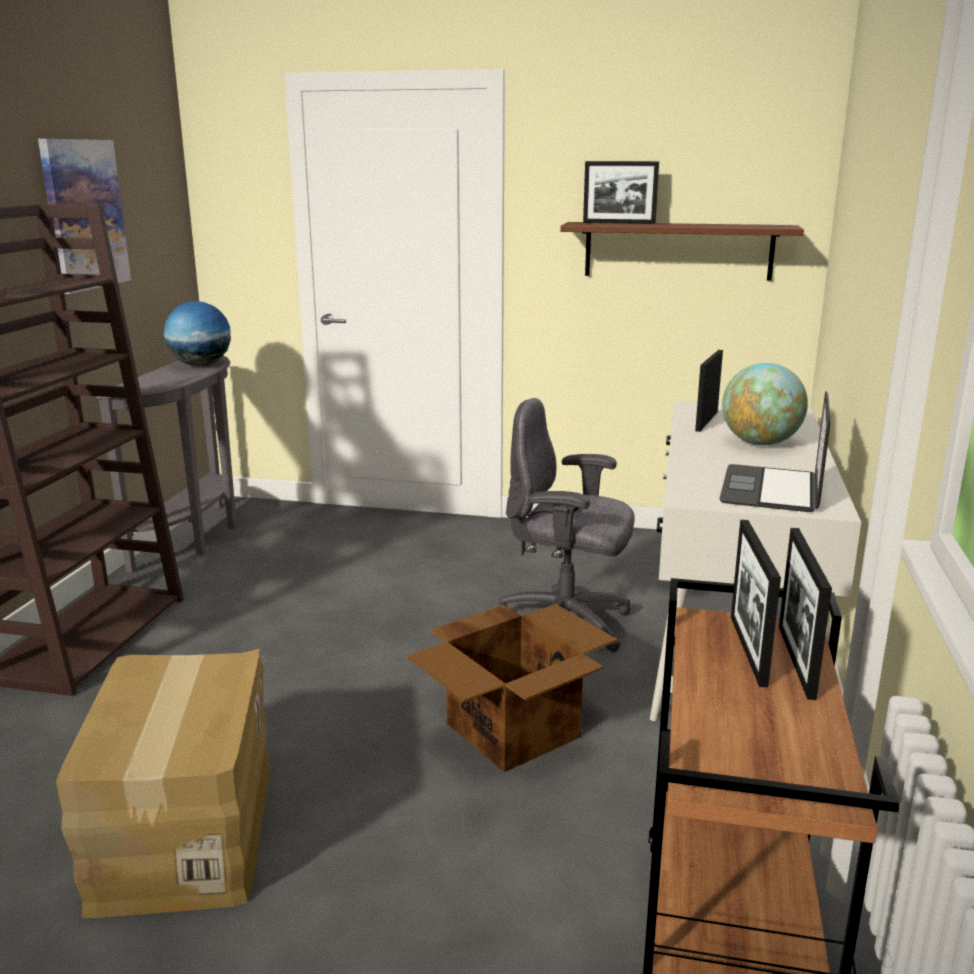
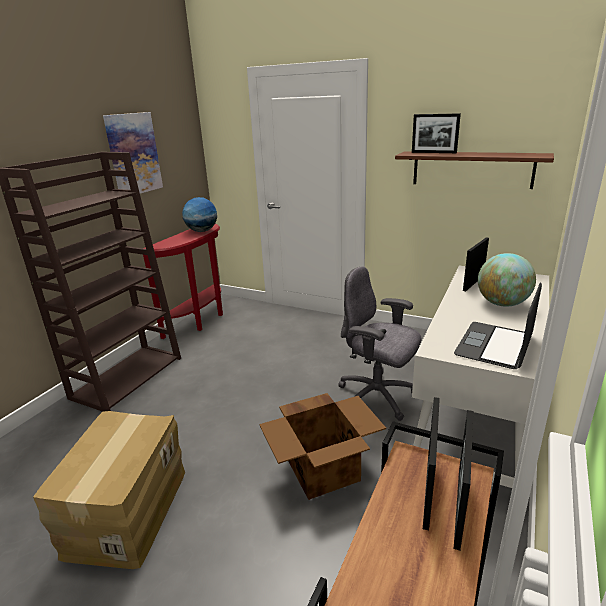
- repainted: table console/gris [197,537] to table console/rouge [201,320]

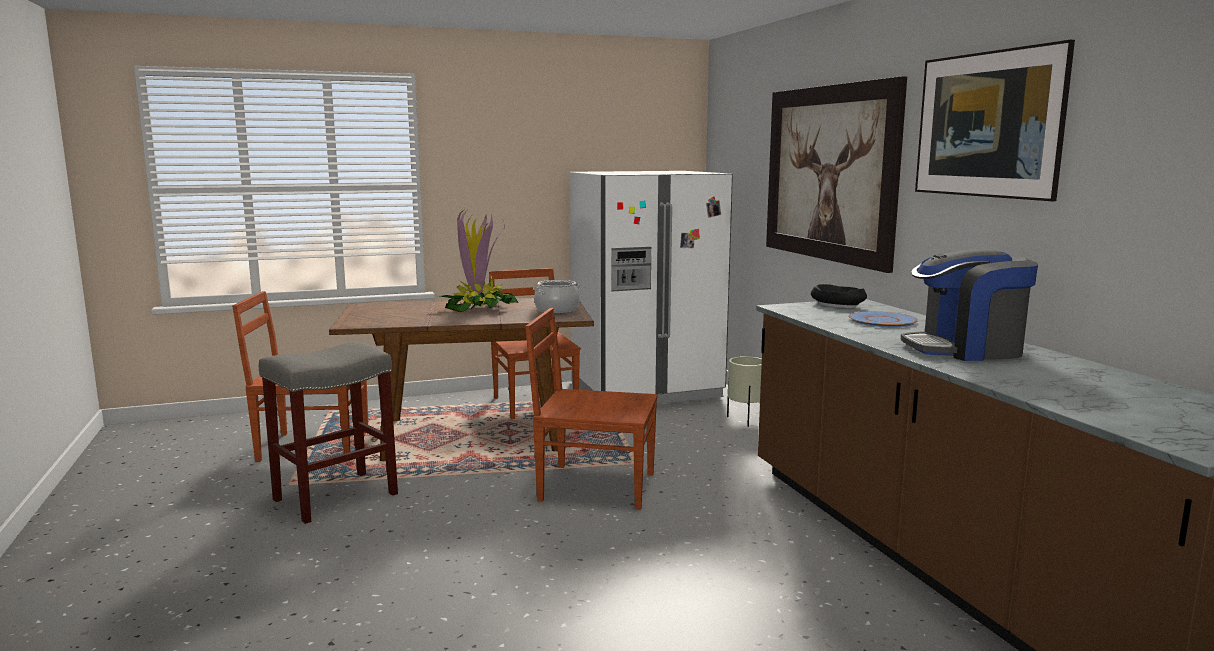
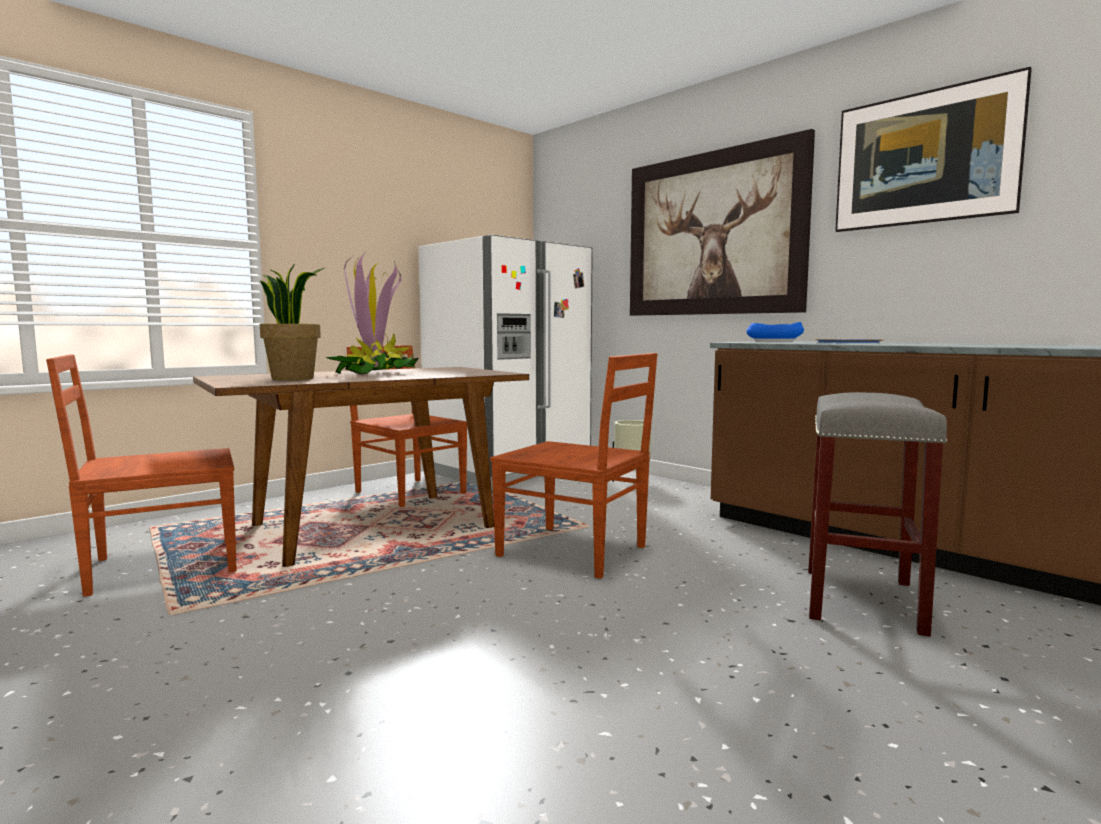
- gone: machine à café [965,349]
- gone: marmite [557,310]
- repainted: bol/noir [838,305] to bol/bleu [774,341]
- rotated: chaise/marron [594,486] = [575,552] 135 degrees counterclockwise
- shifted: tabouret/gris [337,496] to [860,599]
- new: plante en pot [293,378]

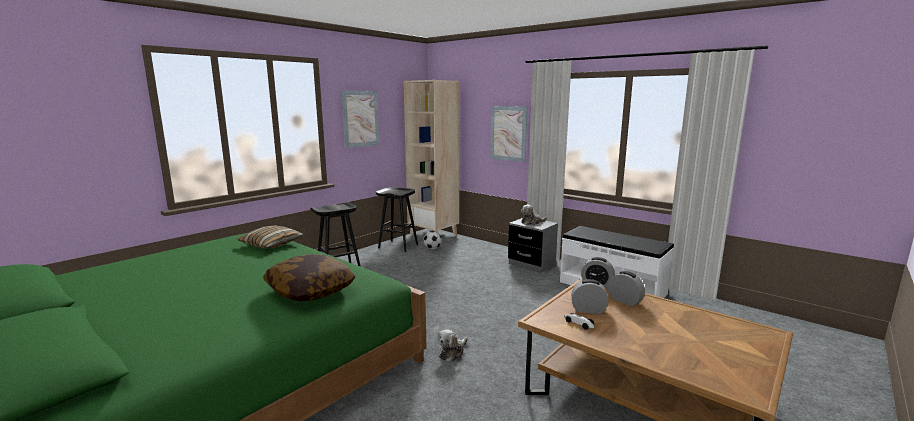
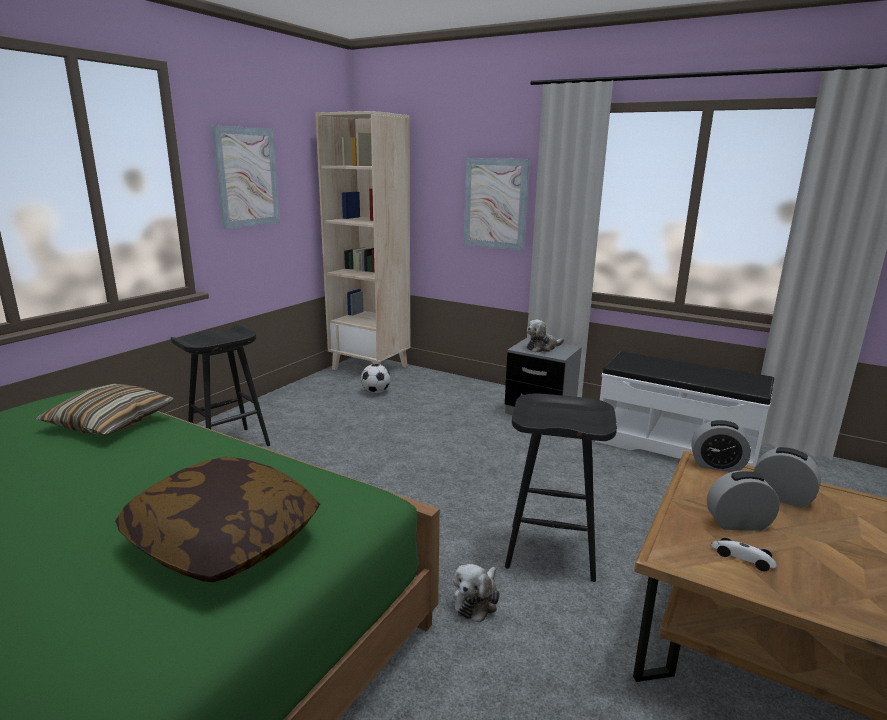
- shifted: tabouret/noir [399,246] to [552,551]

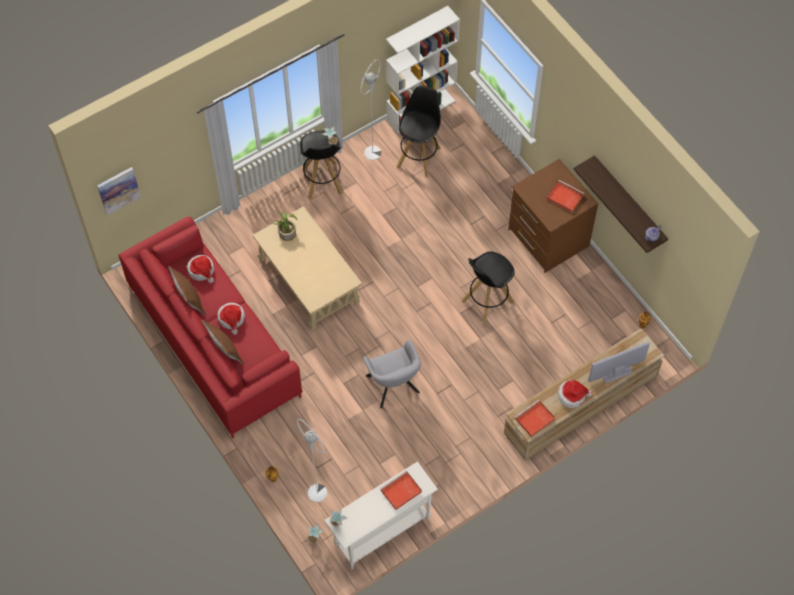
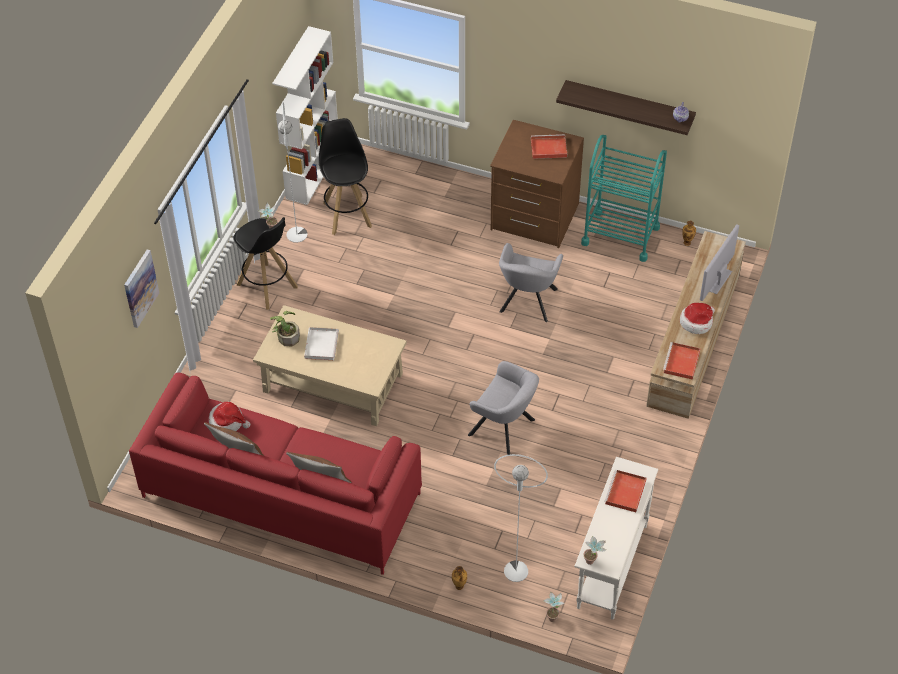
- shifted: tableau [118,190] to [140,288]
- swapped: tabouret/noir [487,302] to fauteuil/gris [527,303]
- gone: chapeau [231,319]
- new: chariot/turquoise [620,235]
- new: plateau/blanc [321,344]

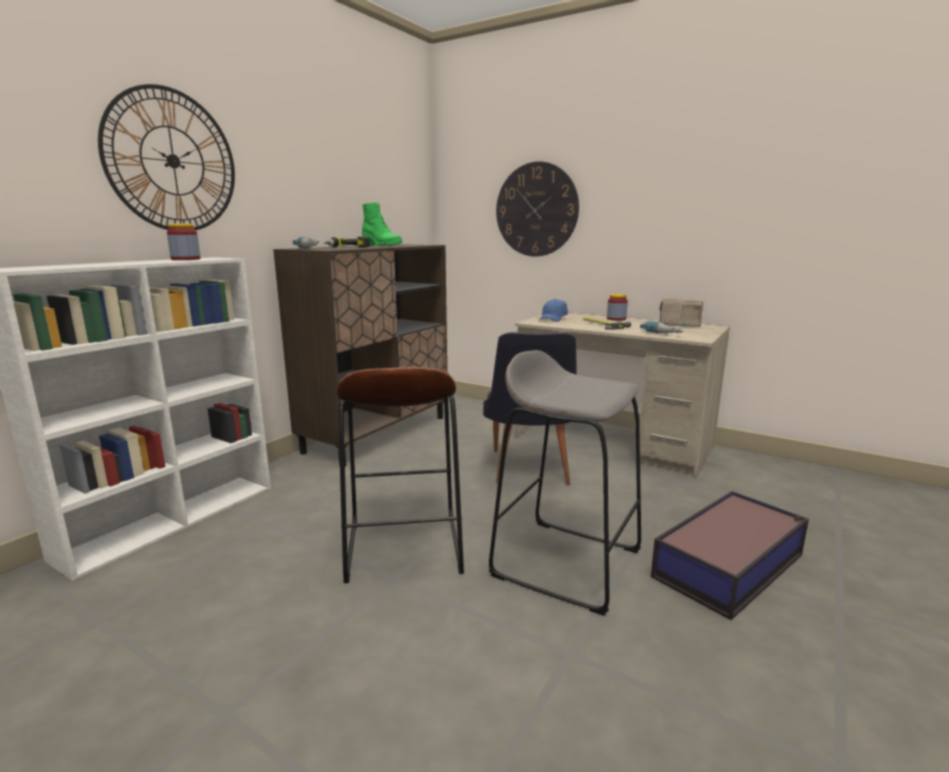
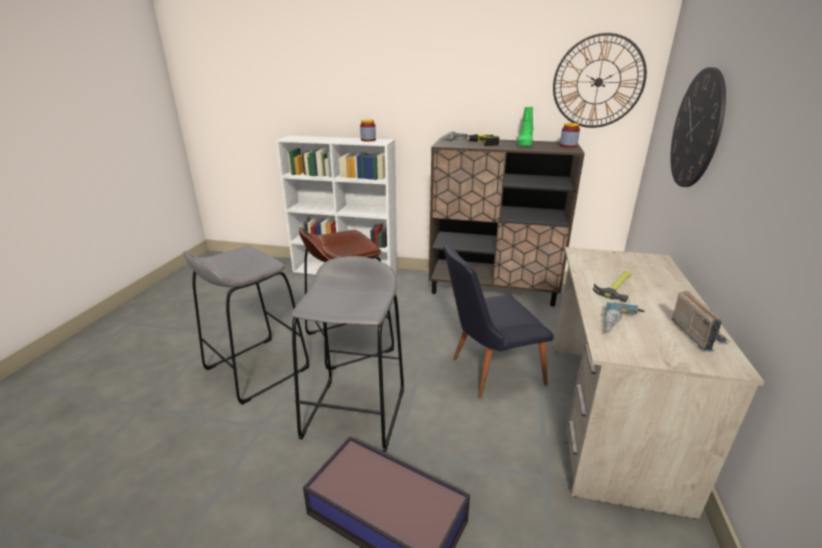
- shifted: horloge murale [173,161] to [598,82]
- shifted: bocal [616,319] to [568,146]
- gone: casquette/bleu [553,319]
- new: tabouret/gris [256,368]

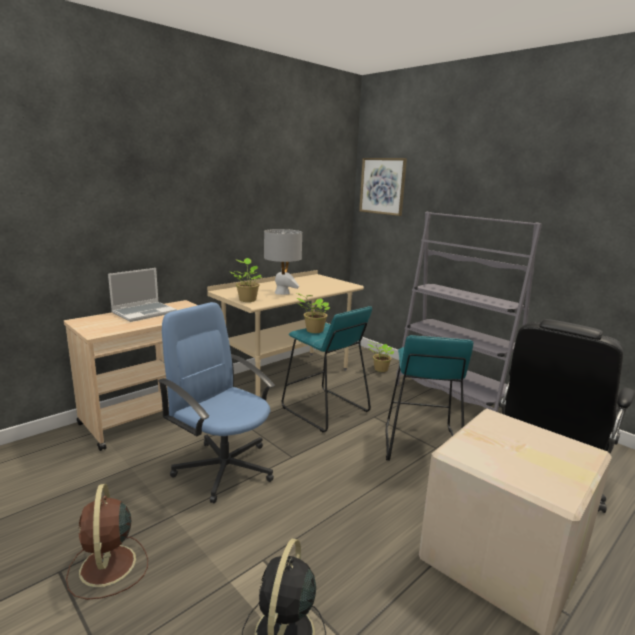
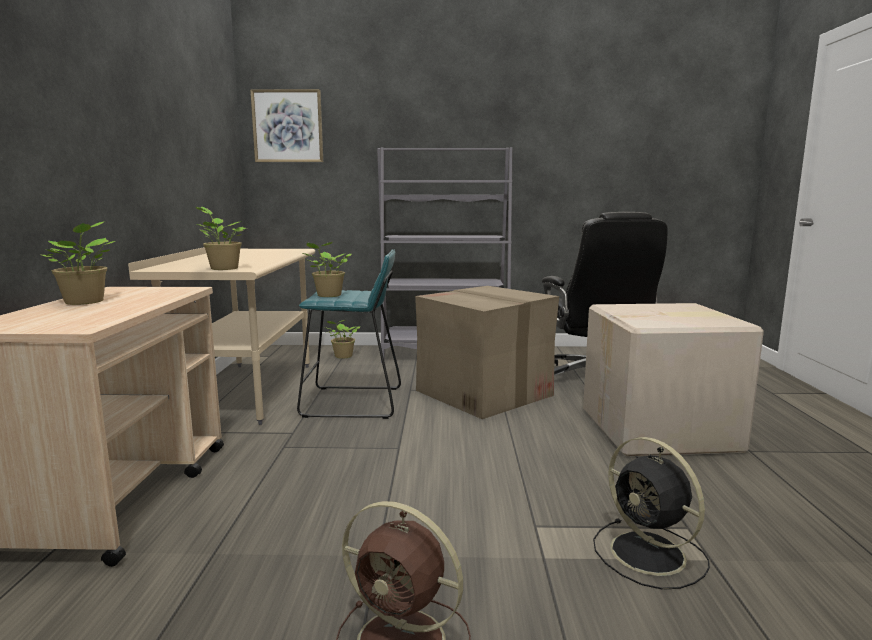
- gone: lampe de table/gris [282,293]
- swapped: ordinateur portable [144,312] to plante en pot [85,302]
- gone: chaise de bureau/bleu [224,467]
- swapped: tabouret/turquoise [420,444] to carton [484,393]

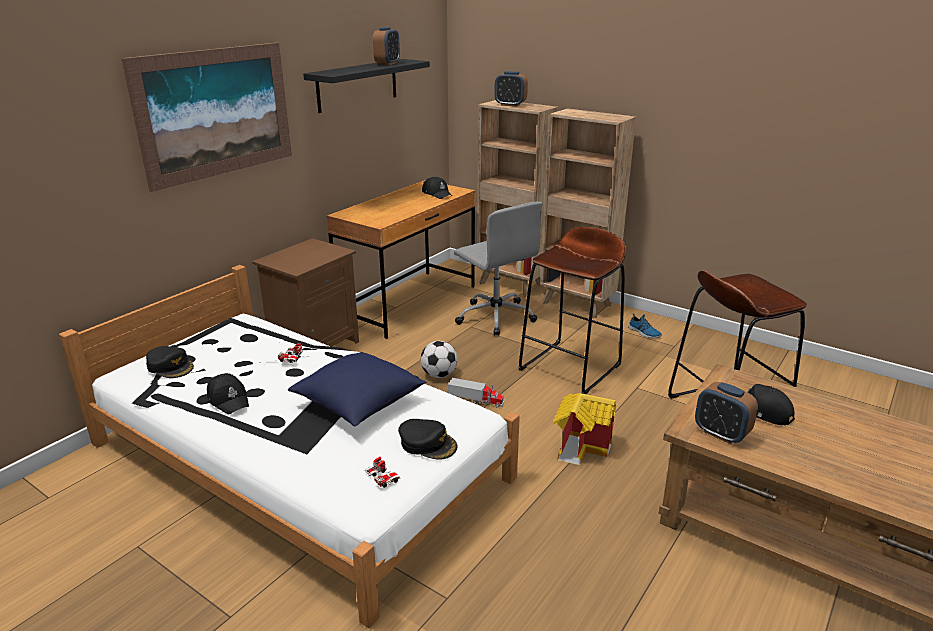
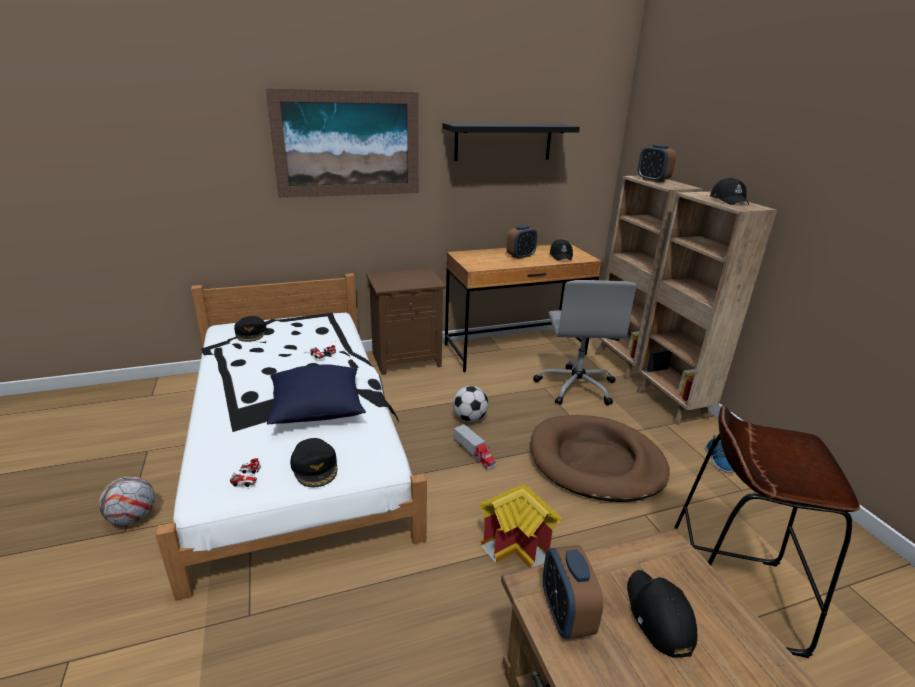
- shifted: réveil [387,63] to [520,256]
- swapped: tabouret/marron [570,367] to panier pour chien/marron [596,462]
- shifted: casquette/noir [229,399] to [729,200]
- new: ballon de foot [133,518]

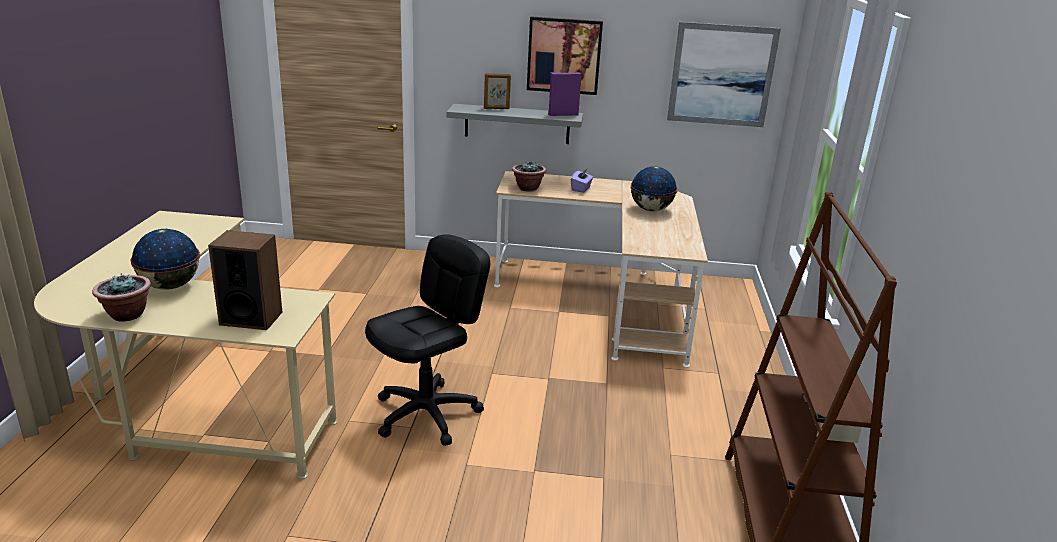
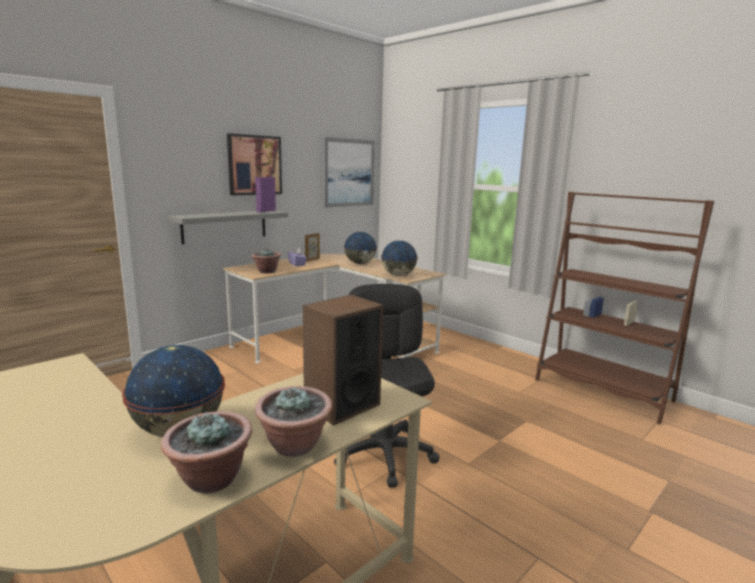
- shifted: cadre photo [496,108] to [312,260]
- new: globe [398,275]
- new: plante en pot [295,446]

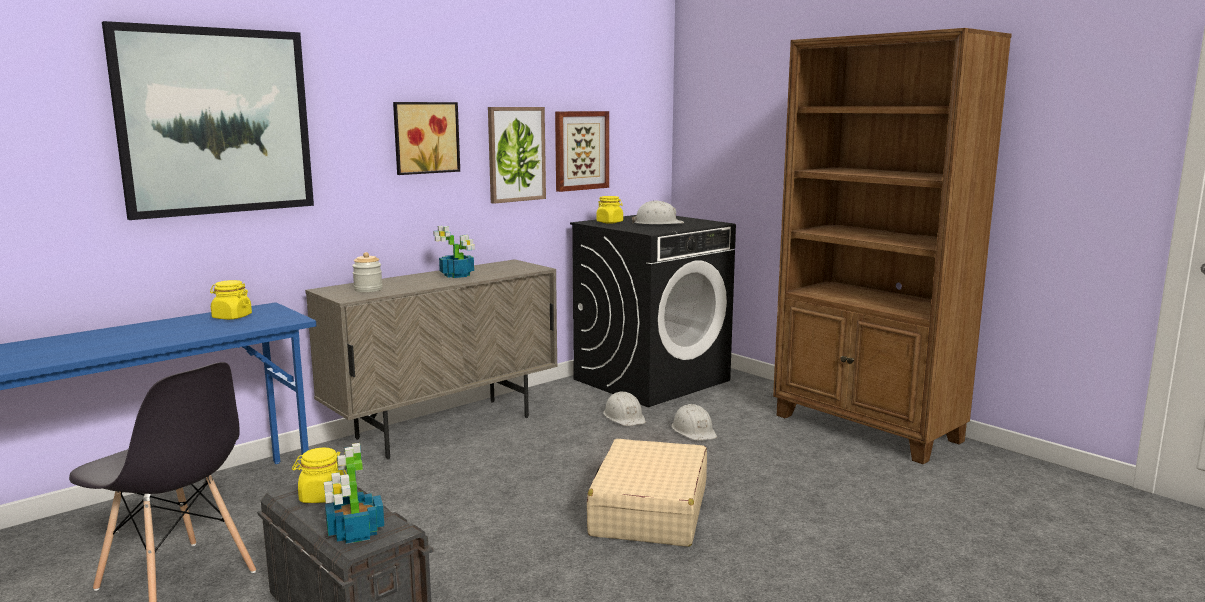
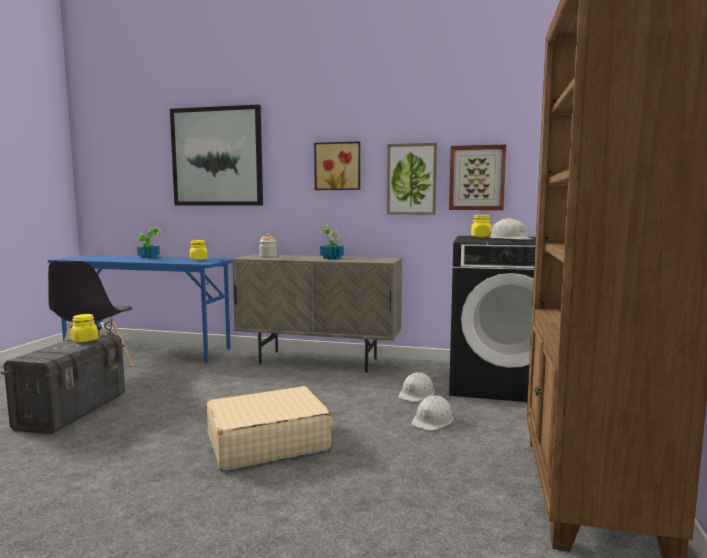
- shifted: plante en pot [355,533] to [148,257]

